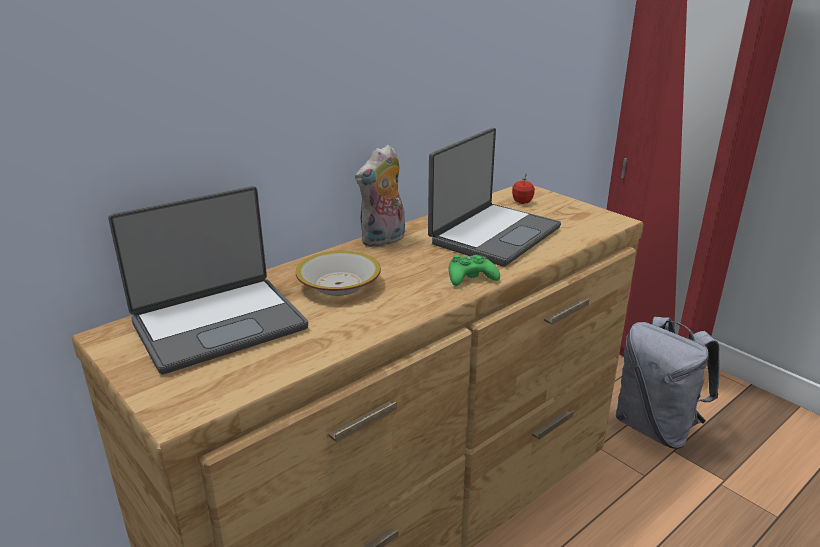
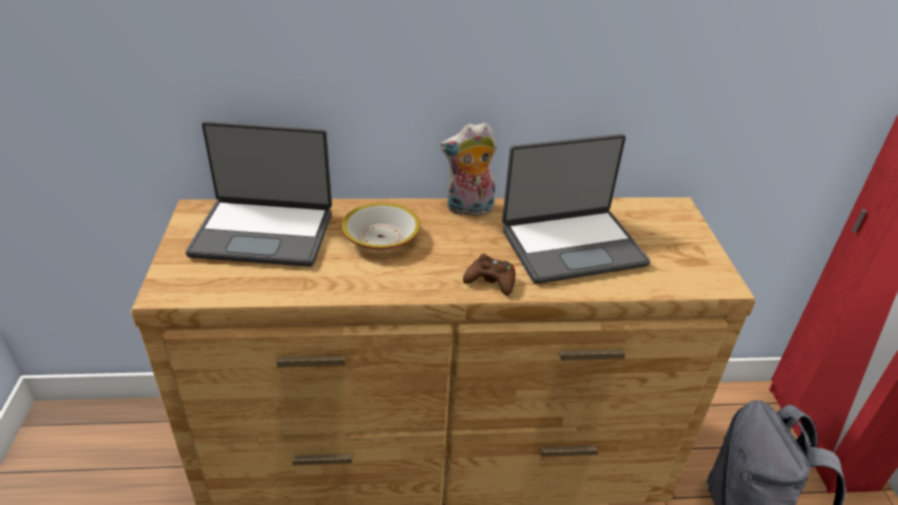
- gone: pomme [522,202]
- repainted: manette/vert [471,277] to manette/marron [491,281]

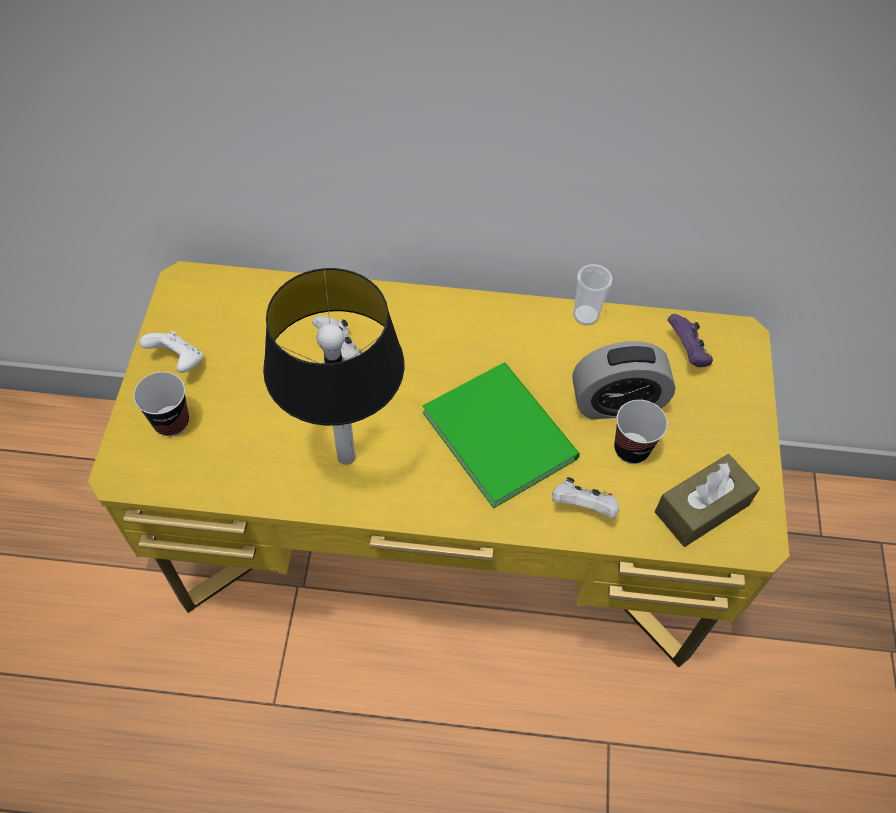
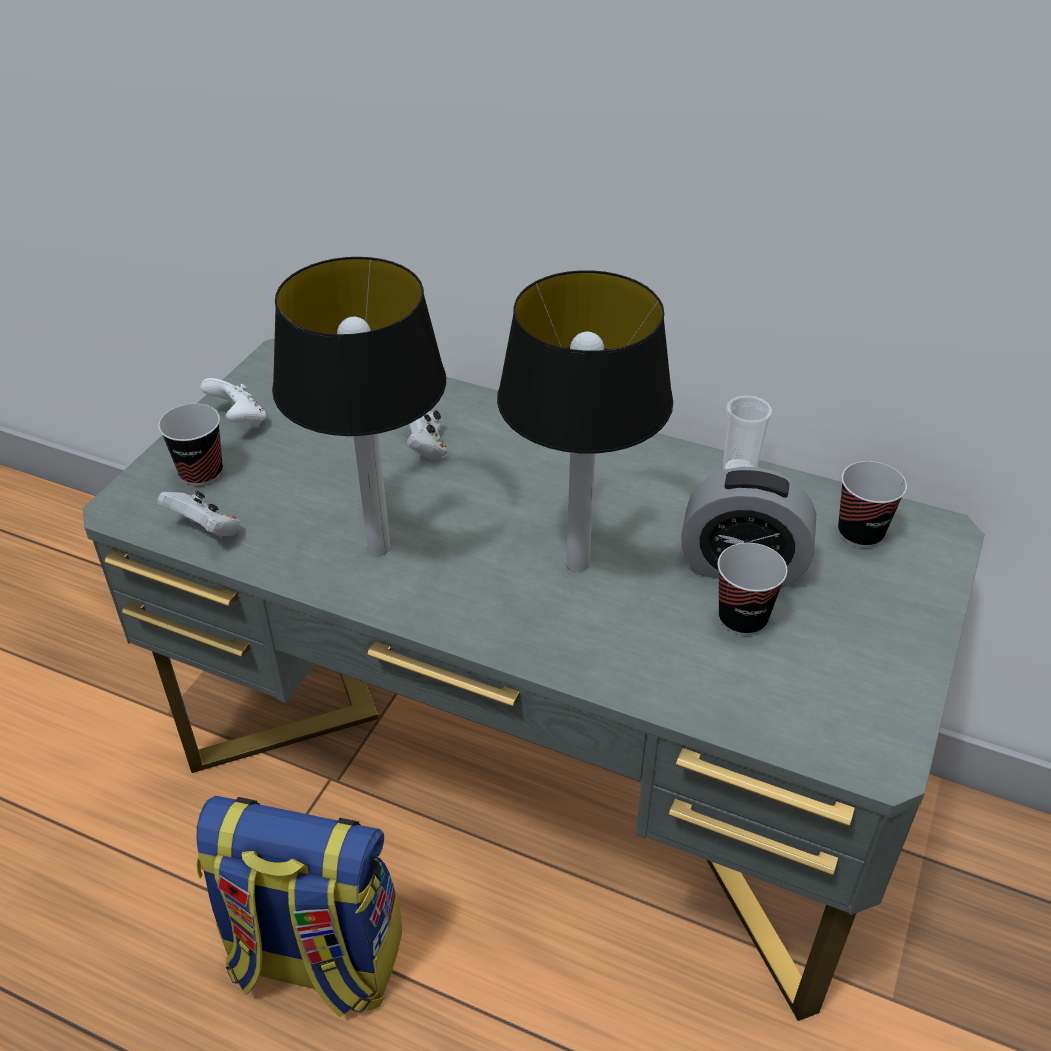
- repainted: bureau/jaune [442,542] to bureau/gris [527,776]
- swapped: manette/violet [687,352] to tasse [860,533]
- swapped: livre/vert [500,430] to lampe de table [578,562]
- gone: boîte à mouchoirs/marron [701,508]
- shifted: manette/blanc [583,507] to [206,531]
- new: sac à dos [314,959]

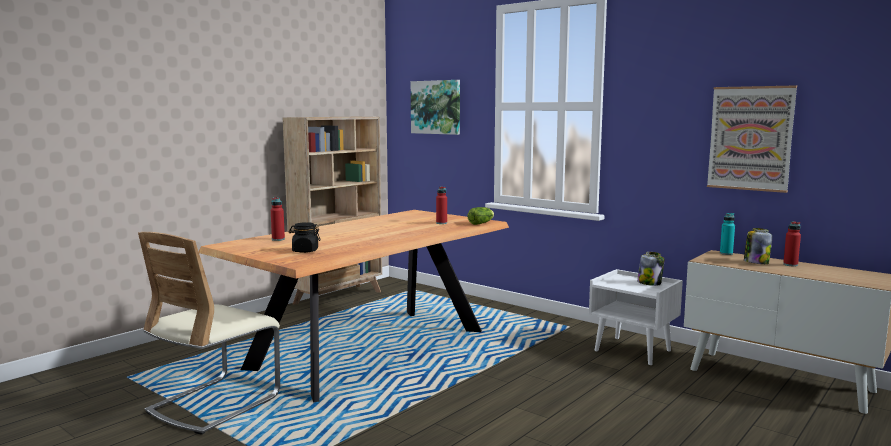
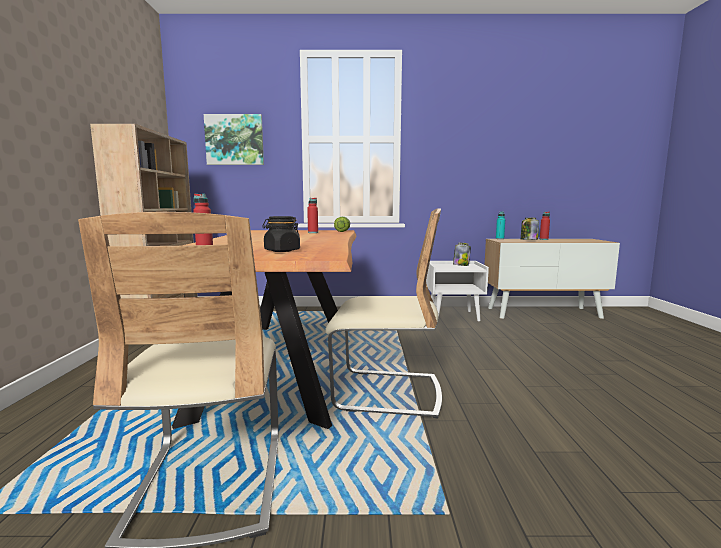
- gone: tableau [750,138]
- new: chaise/beige [387,393]

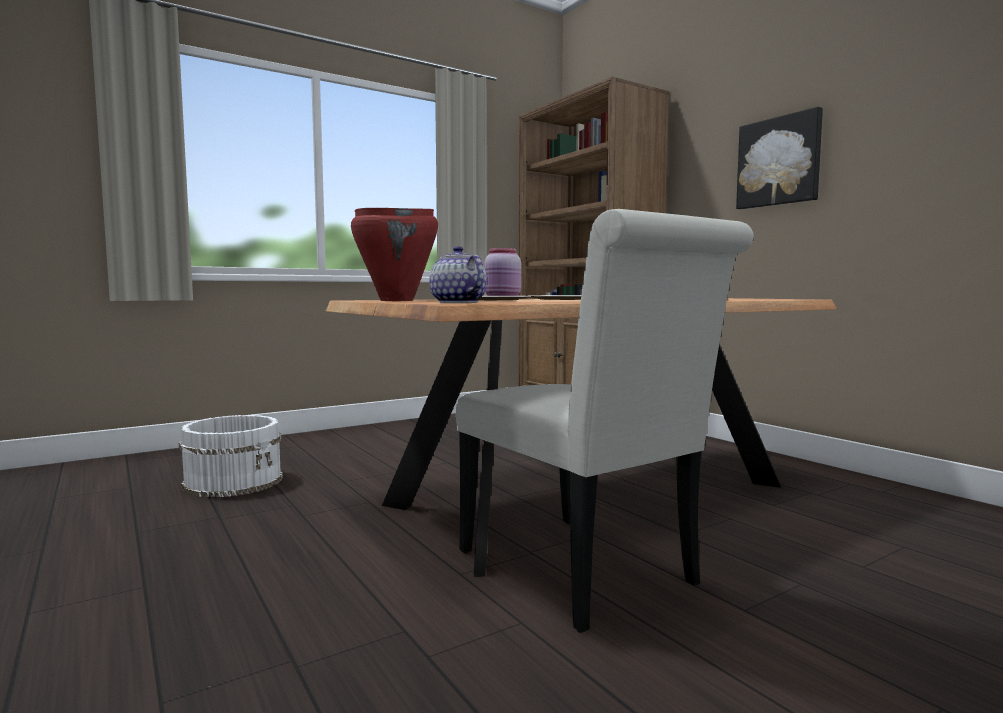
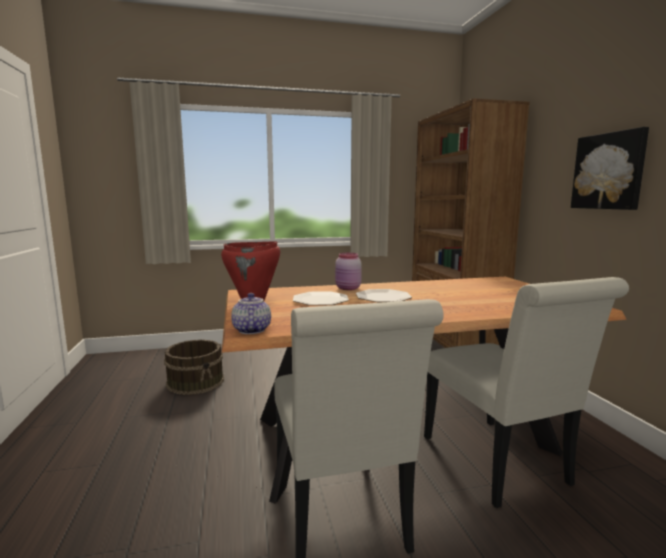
- repainted: seau/blanc [234,481] to seau/marron [196,381]
- new: chaise/blanc [500,465]

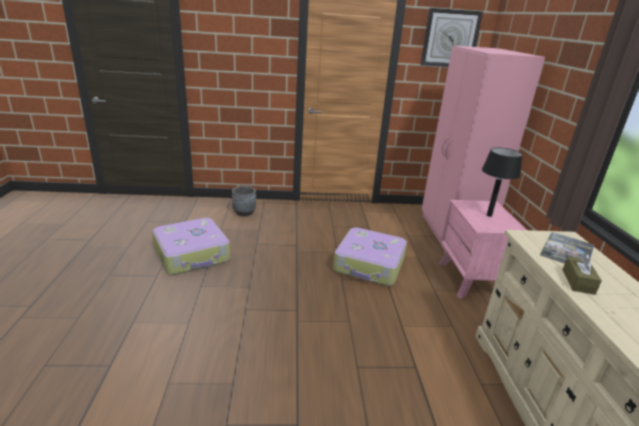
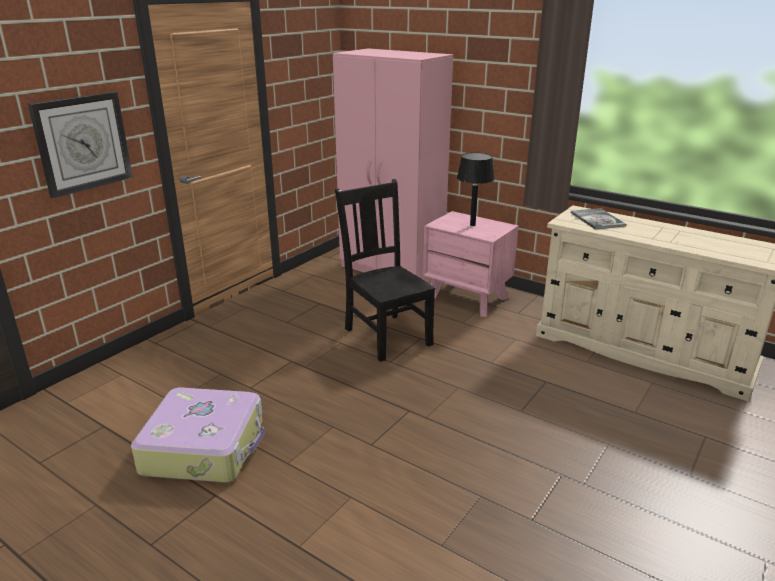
- shifted: horloge murale [450,38] to [82,143]
- gone: cache-pot/gris [244,212]
- swapped: valise [369,265] to chaise/noir [386,335]
- gone: boîte à mouchoirs/marron [578,281]

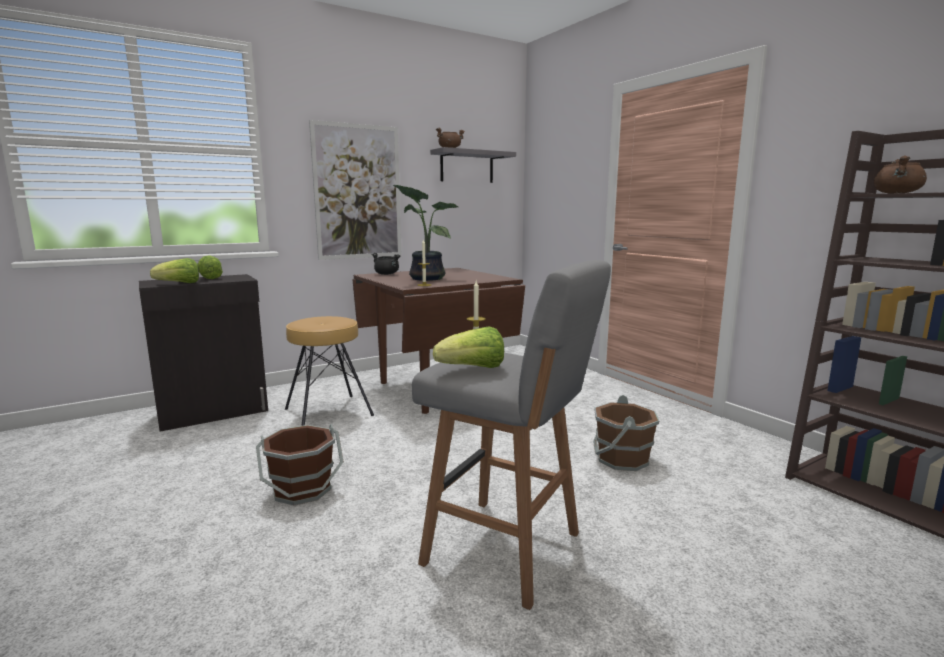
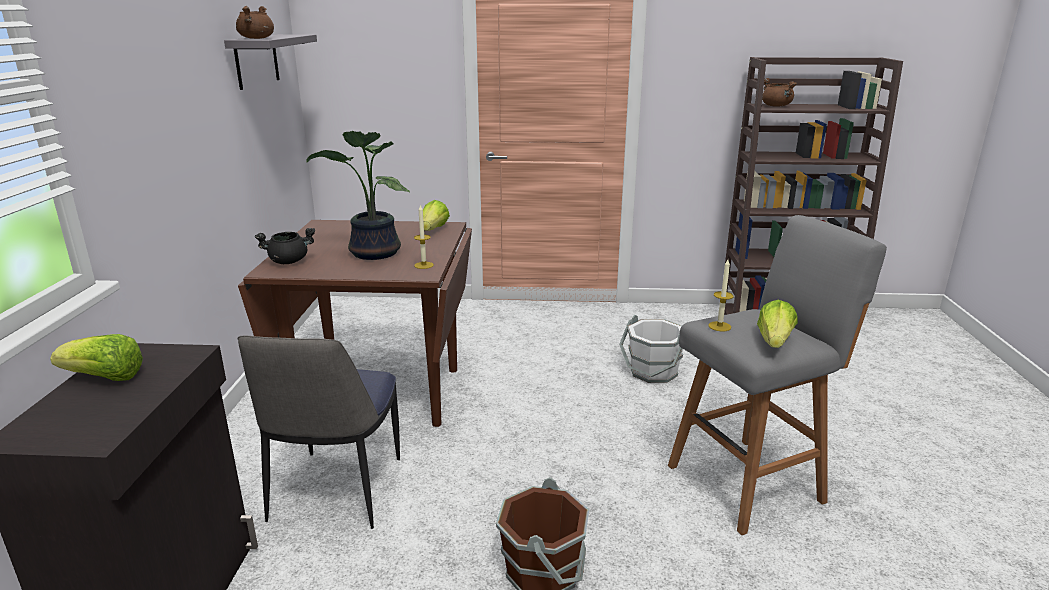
- gone: tableau [358,192]
- shifted: laitue [179,283] to [434,230]
- swapped: tabouret/marron [328,412] to chaise [336,492]
- repainted: seau/marron [621,459] to seau/blanc [653,372]

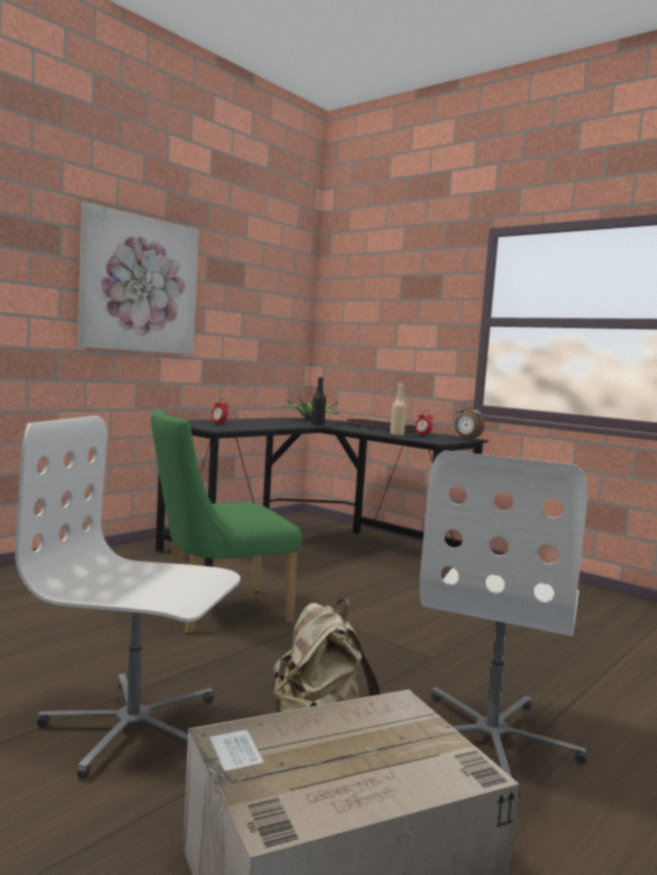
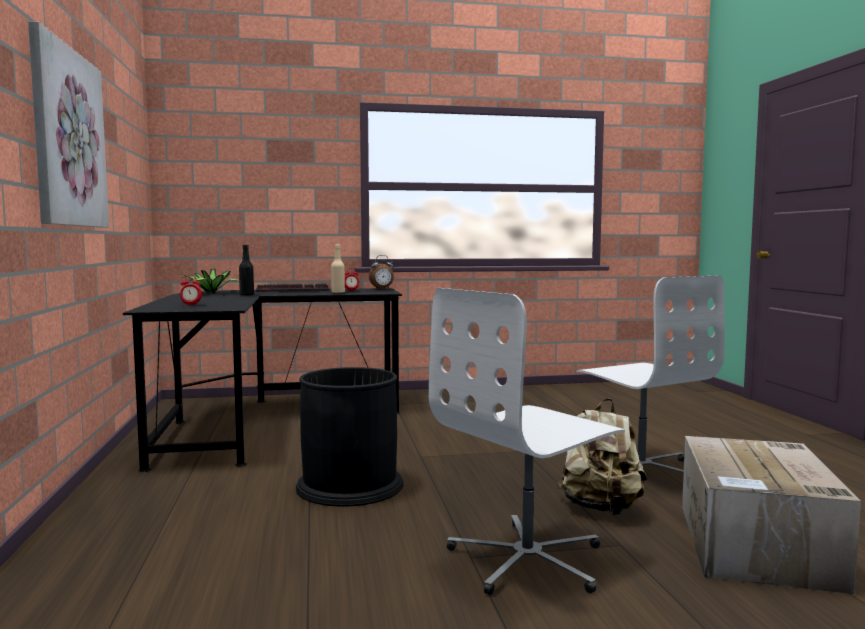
- swapped: chaise/vert [215,612] to poubelle/noir [349,485]

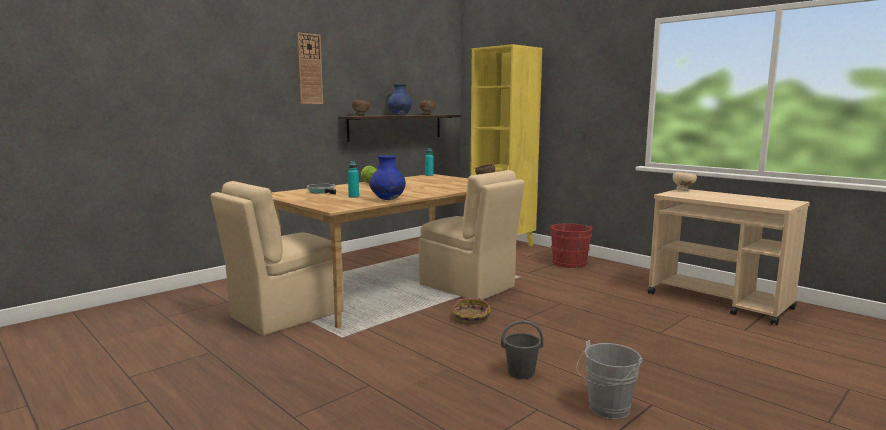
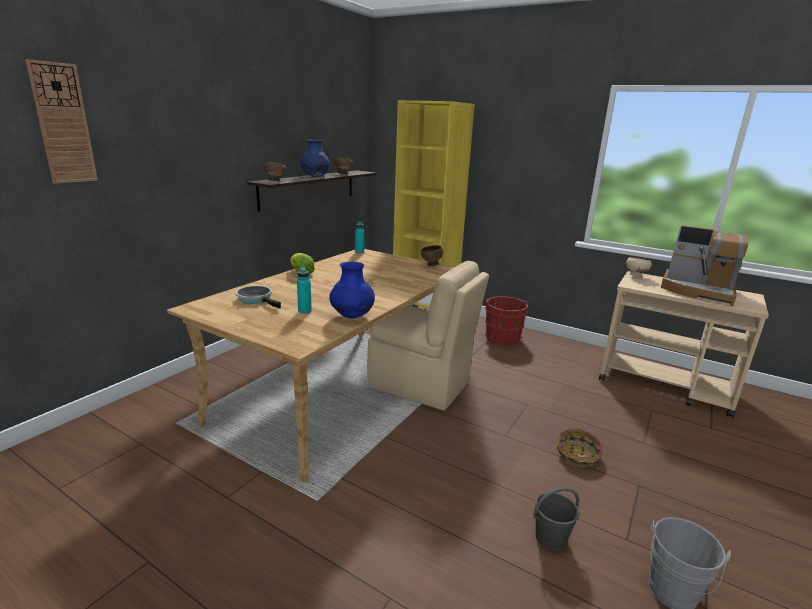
- shifted: horloge murale [309,69] to [63,124]
- gone: chaise/beige [284,315]
- shifted: panier [471,318] to [577,455]
- new: machine à café [698,291]

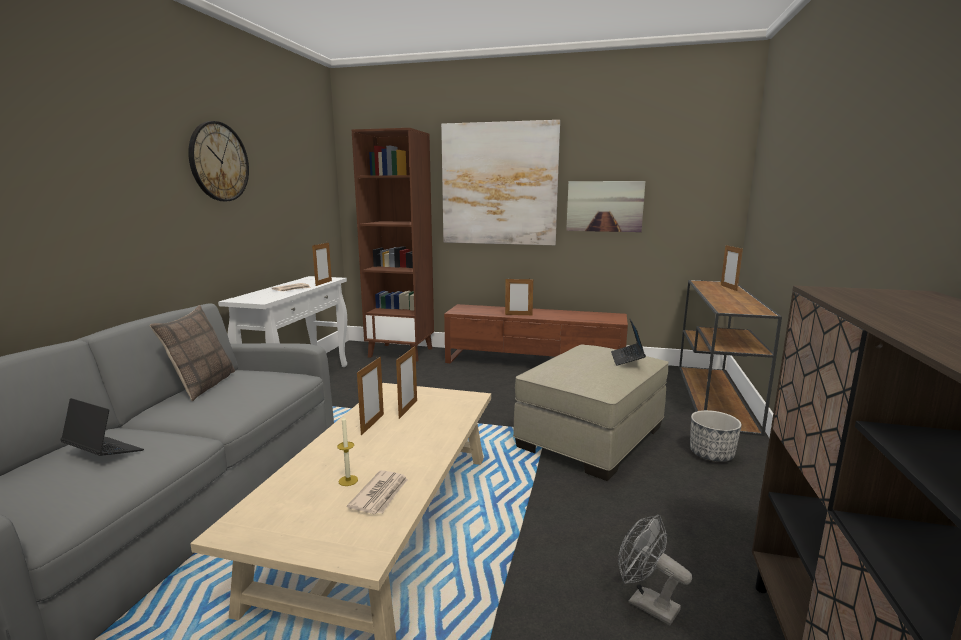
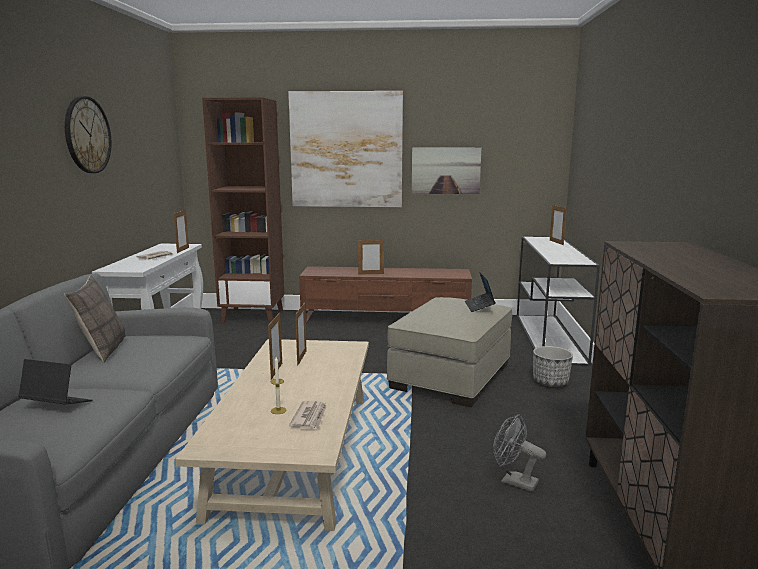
- repainted: table console/marron [715,397] to table console/blanc [549,338]

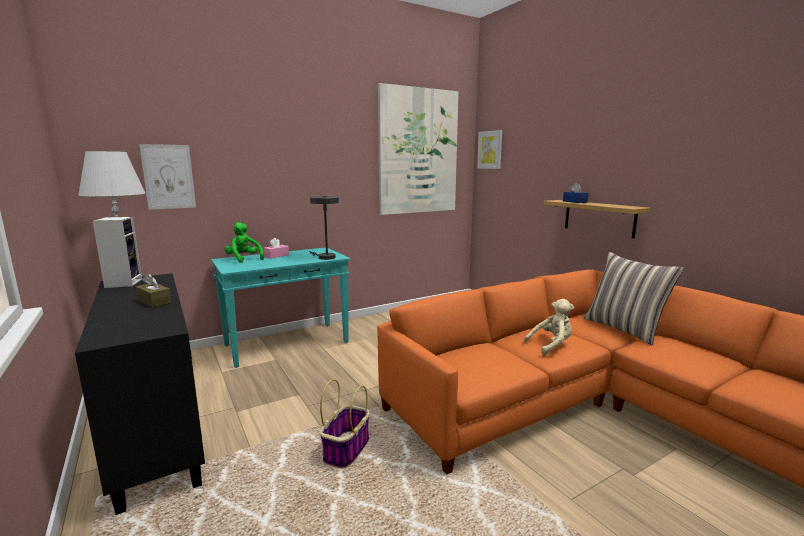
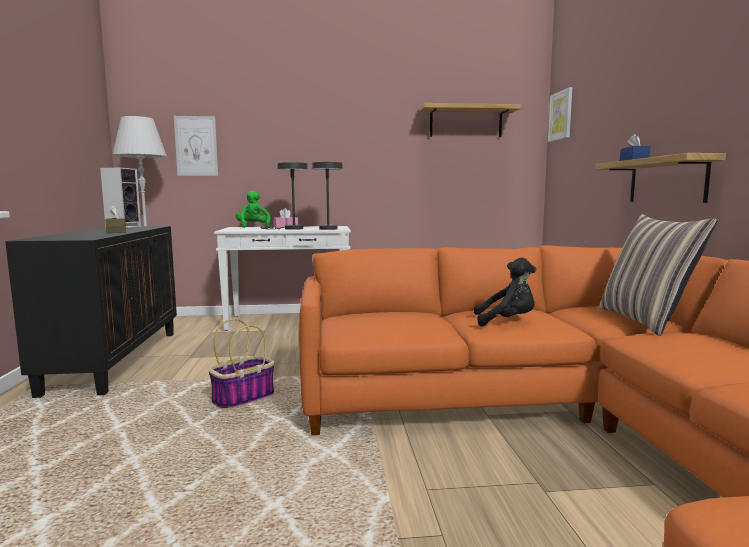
- swapped: tableau [418,152] to étagère [465,122]
- repainted: table console/turquoise [288,343] to table console/blanc [290,321]
- repainted: peluche/beige [551,346] to peluche/noir [507,322]
- new: lampe de table/gris [290,229]

